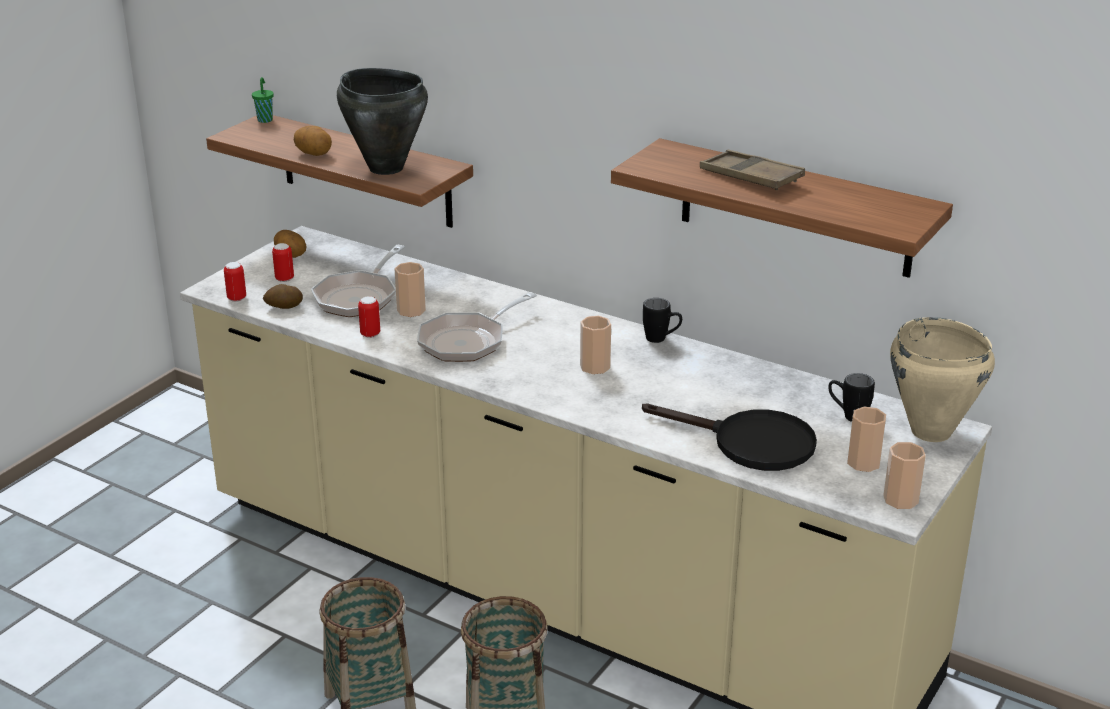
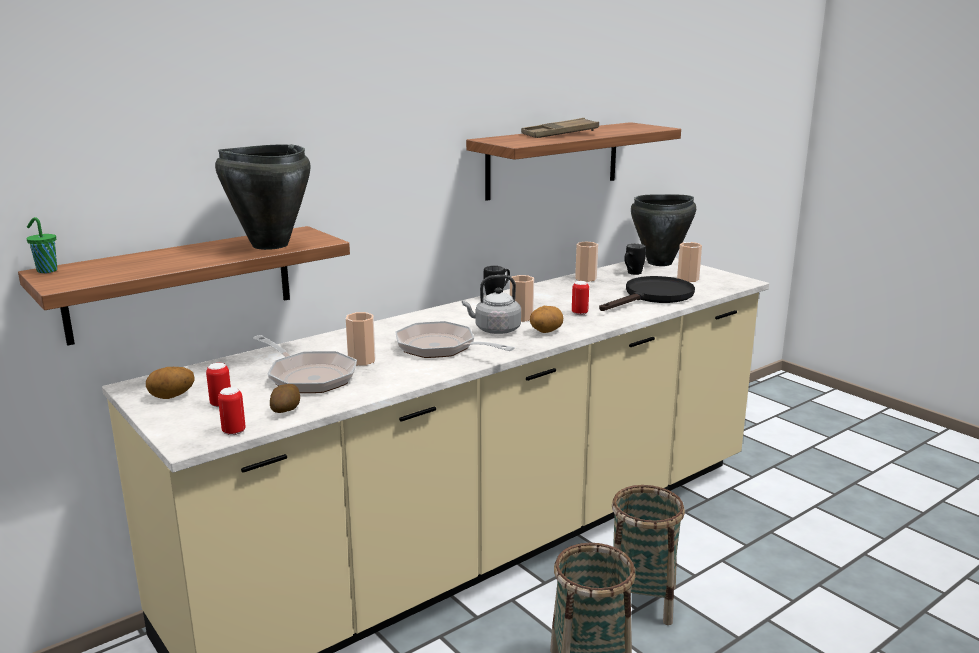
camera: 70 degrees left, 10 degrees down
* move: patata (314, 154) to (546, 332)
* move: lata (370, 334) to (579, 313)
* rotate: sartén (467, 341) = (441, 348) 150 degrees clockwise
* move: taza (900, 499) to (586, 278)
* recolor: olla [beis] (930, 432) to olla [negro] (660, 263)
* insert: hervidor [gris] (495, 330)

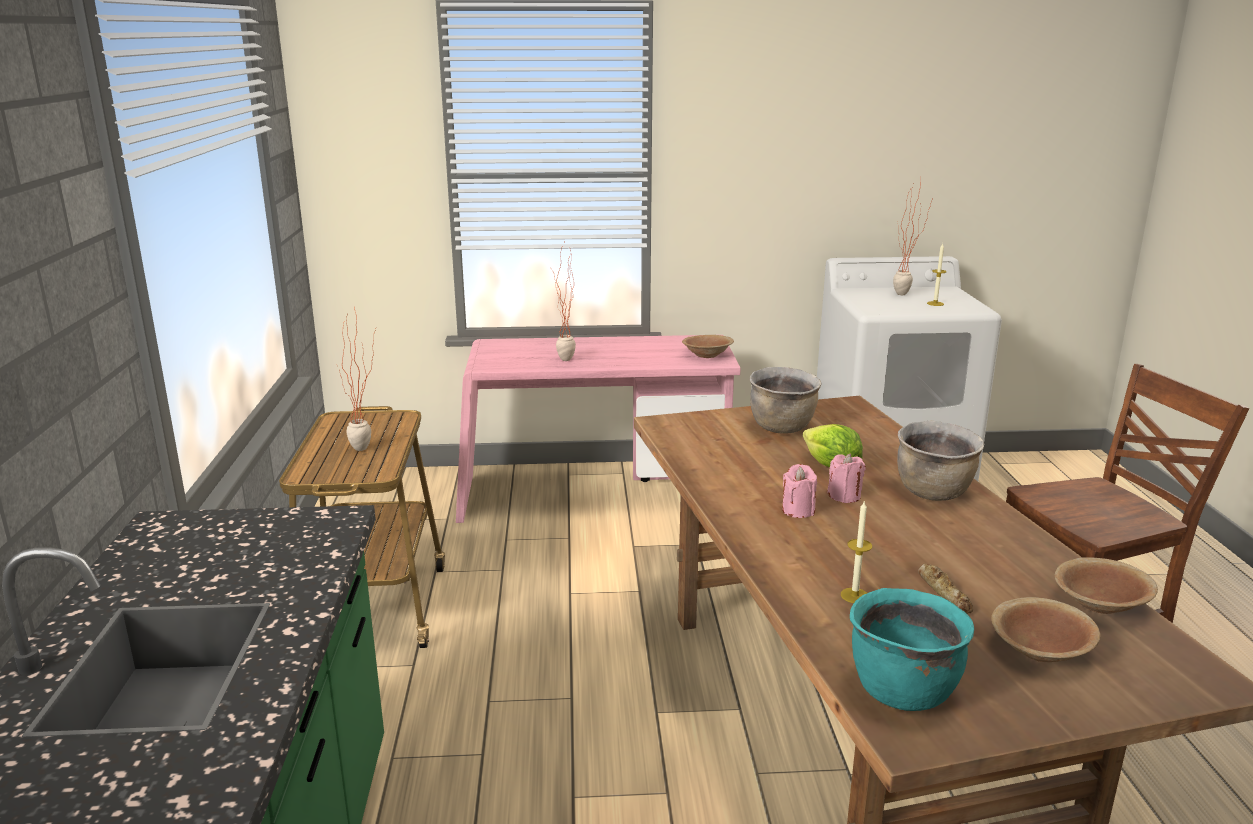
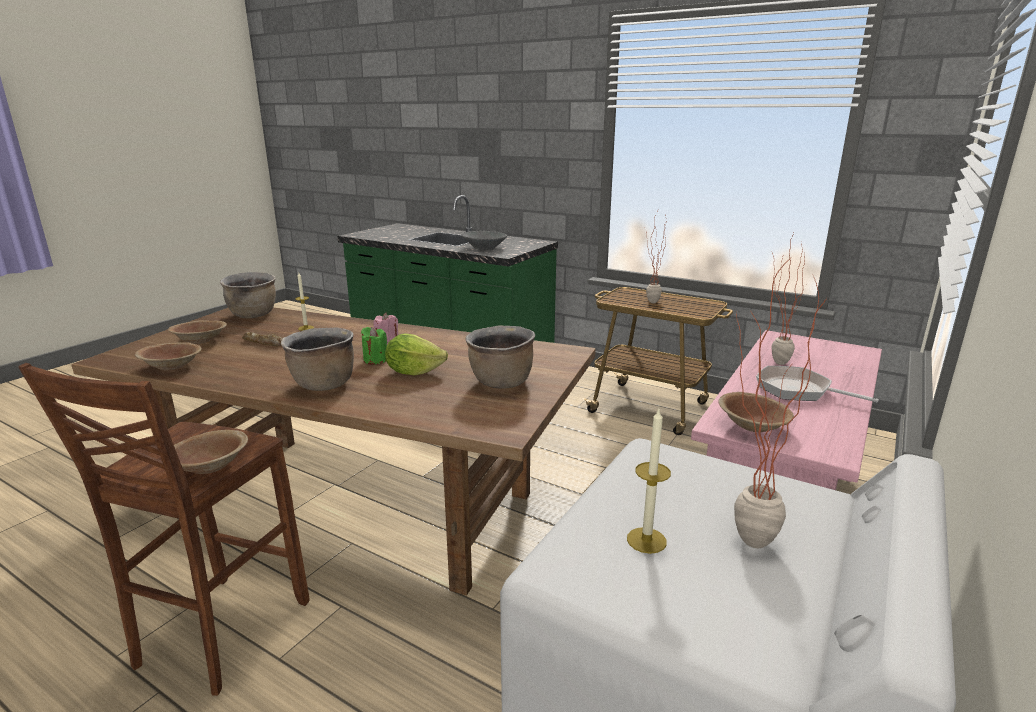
camera: 125 degrees right, 0 degrees up
* recolor: vela [rosa] (844, 496) to vela [verde] (375, 360)
* recolor: olla [turquesa] (902, 690) to olla [marrón] (254, 315)
* insert: cuenco [marrón] (210, 467)
* insert: cuenco [gris] (484, 248)
* insert: sartén (798, 390)

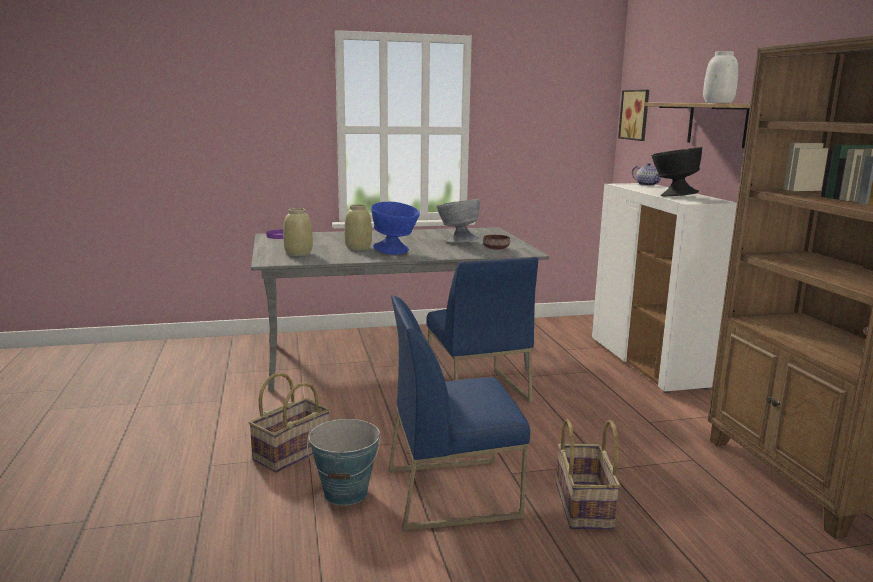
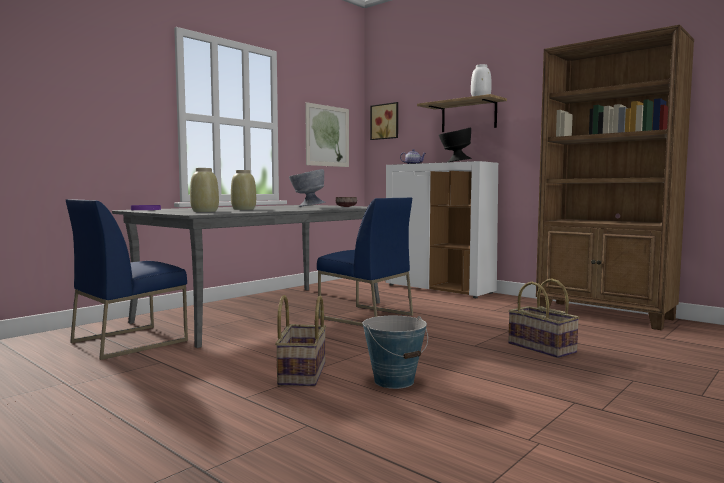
camera: 35 degrees left, 10 degrees down
* delete: cuenco [azul] (395, 252)
* move: silla [azul] (453, 492) to (130, 341)
* insert: cuadro (327, 136)

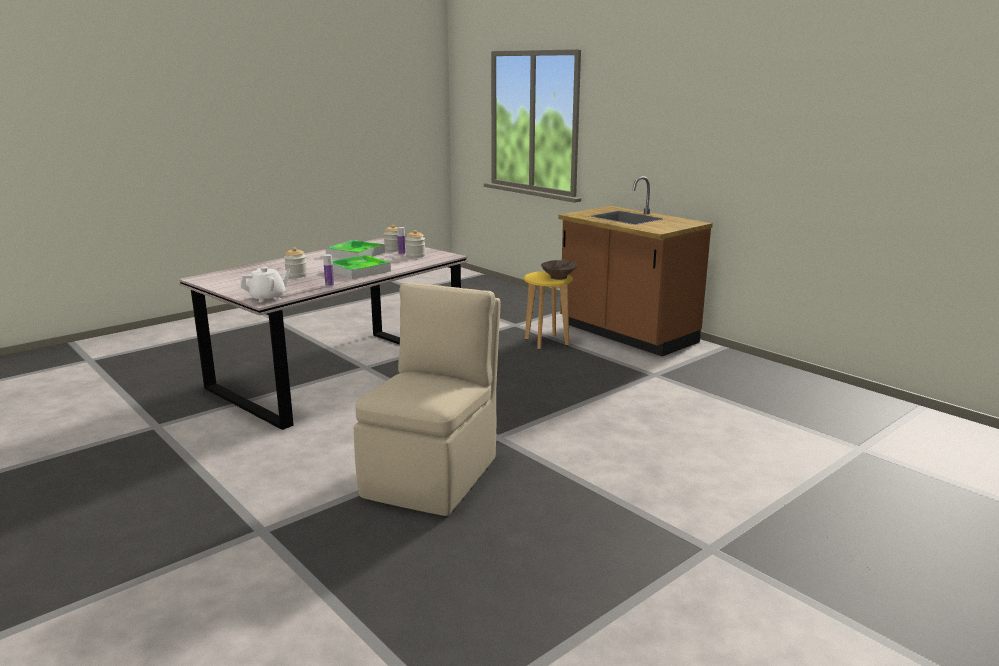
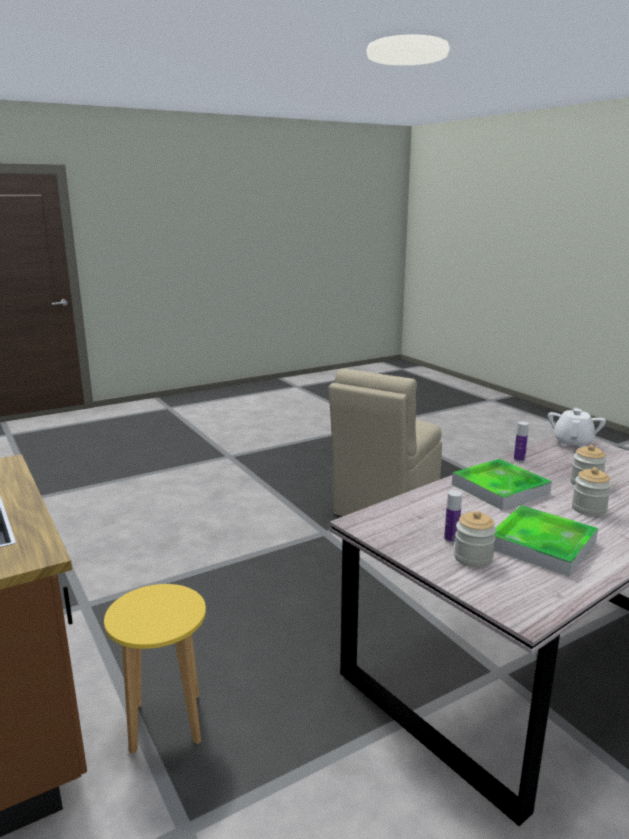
camera: 170 degrees left, 0 degrees up
* rotate: tetera [blanco] (267, 298) = (573, 443) 135 degrees clockwise
* move: tarro (415, 256) to (588, 509)
* delete: cuenco [marrón] (558, 277)

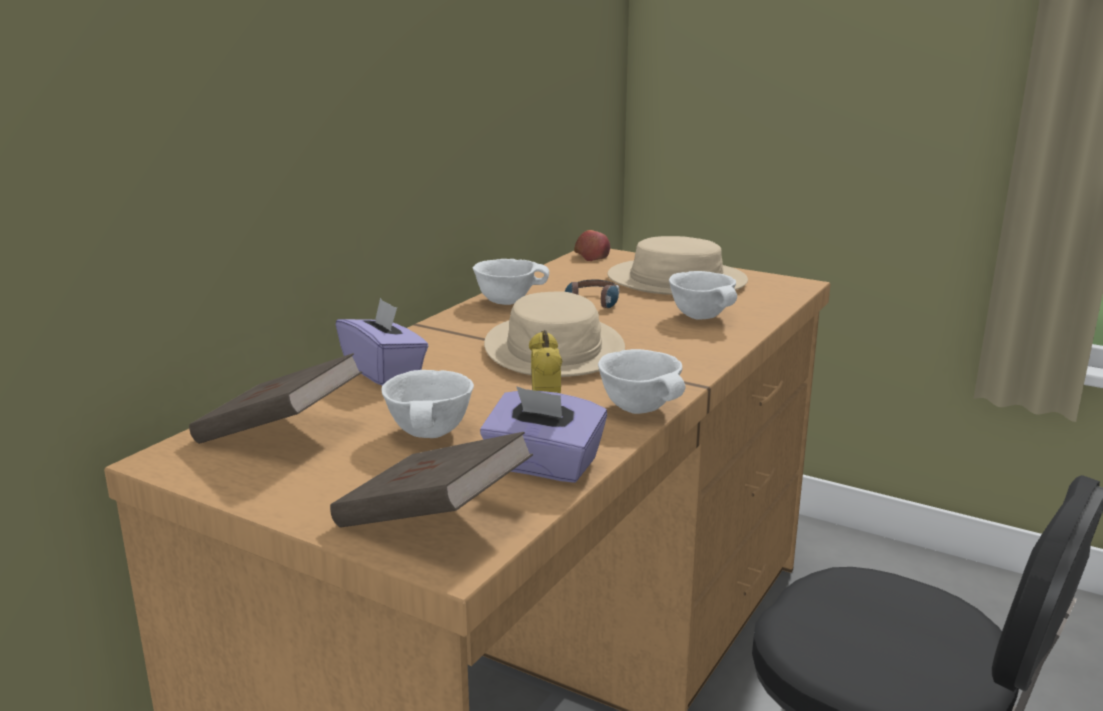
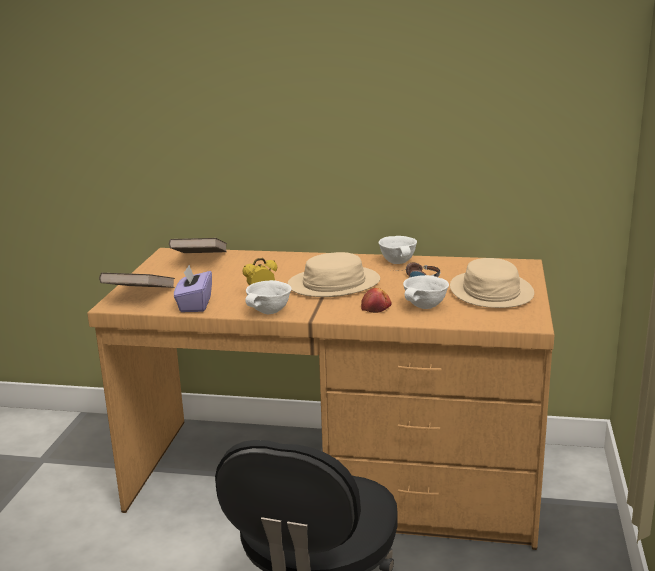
camera: 70 degrees right, 0 degrees up
* delete: caja de pañuelos [morado] (384, 371)
* delete: cuenco [blanco] (431, 433)
* move: manzana (591, 256) to (376, 308)

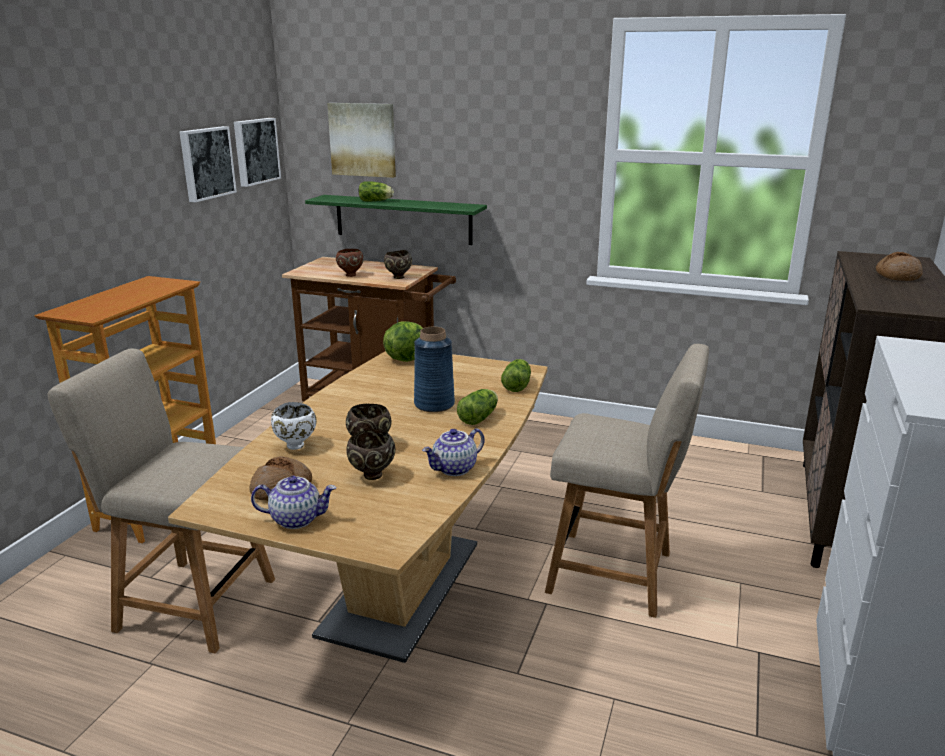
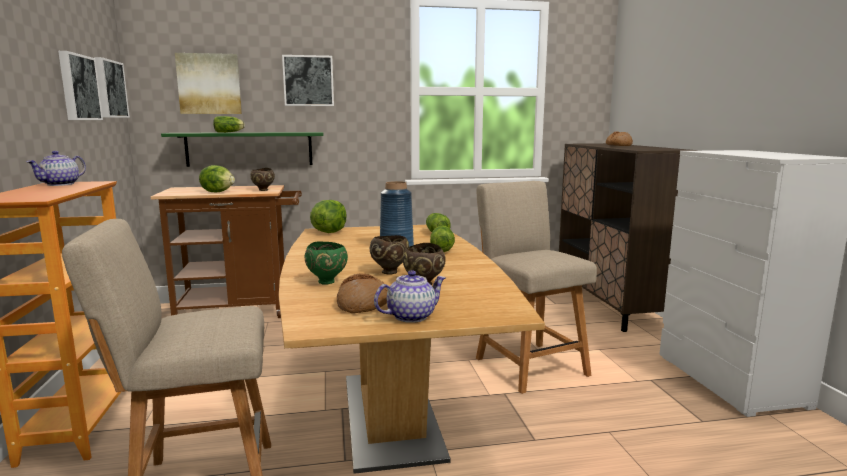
camera: 30 degrees left, 10 degrees down
* recolor: cuenco [blanco] (296, 446) to cuenco [verde] (327, 282)
* replace: cuenco [marrón] (350, 275) to lechuga (218, 192)
* move: tetera (454, 469) to (60, 184)
* rotate: silla [beis] (617, 574) = (528, 364) 105 degrees counterclockwise
* insert: cuadro (308, 81)

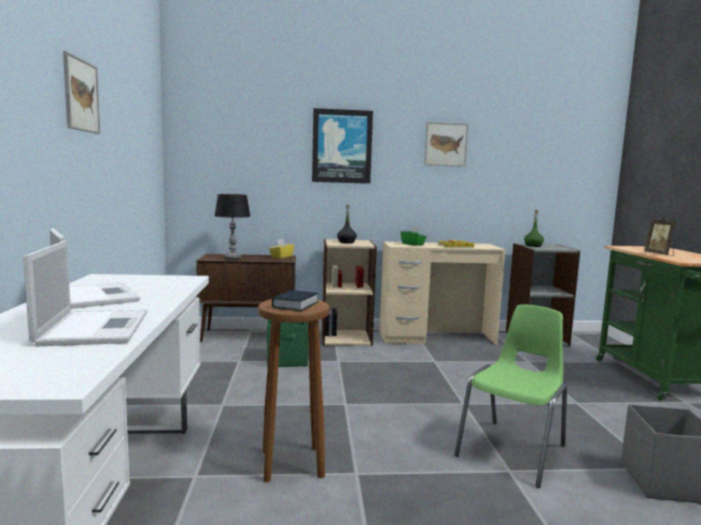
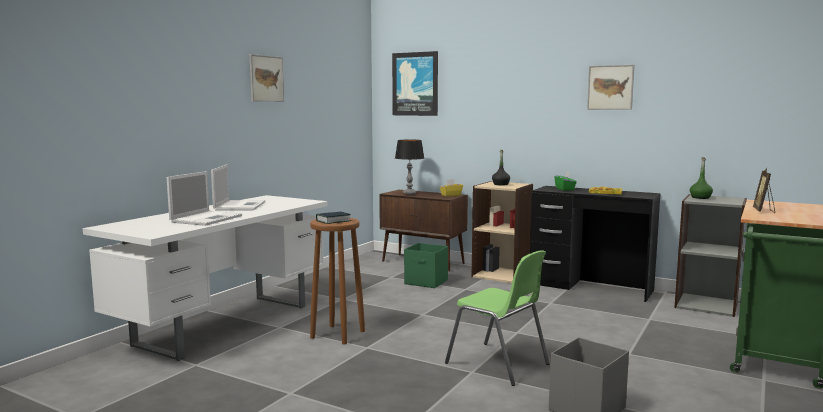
camera: 35 degrees right, 0 degrees up
* move: cuadro (342, 146) to (415, 84)
* recolor: escritorio [beis] (436, 337) to escritorio [negro] (590, 287)
* rotate: silla [verde] (513, 451) = (498, 364) 60 degrees clockwise

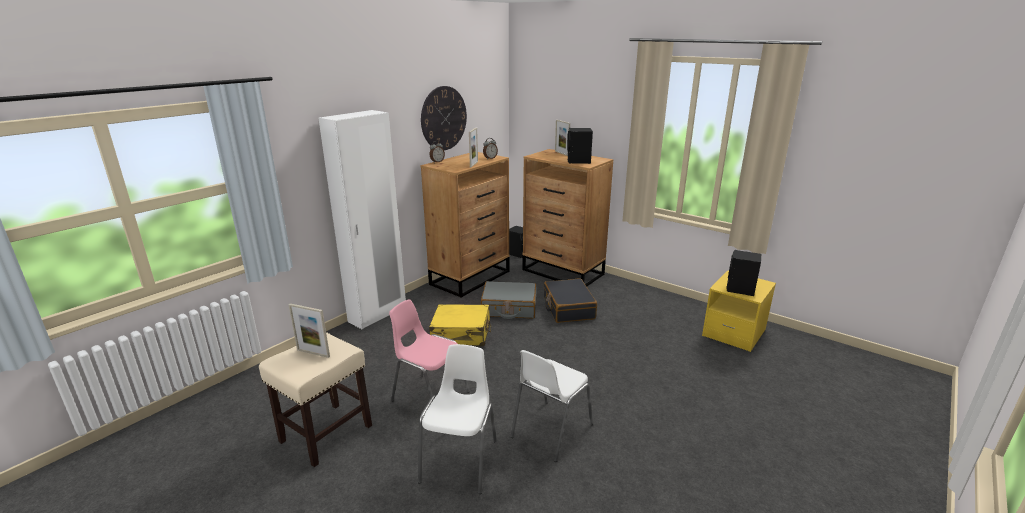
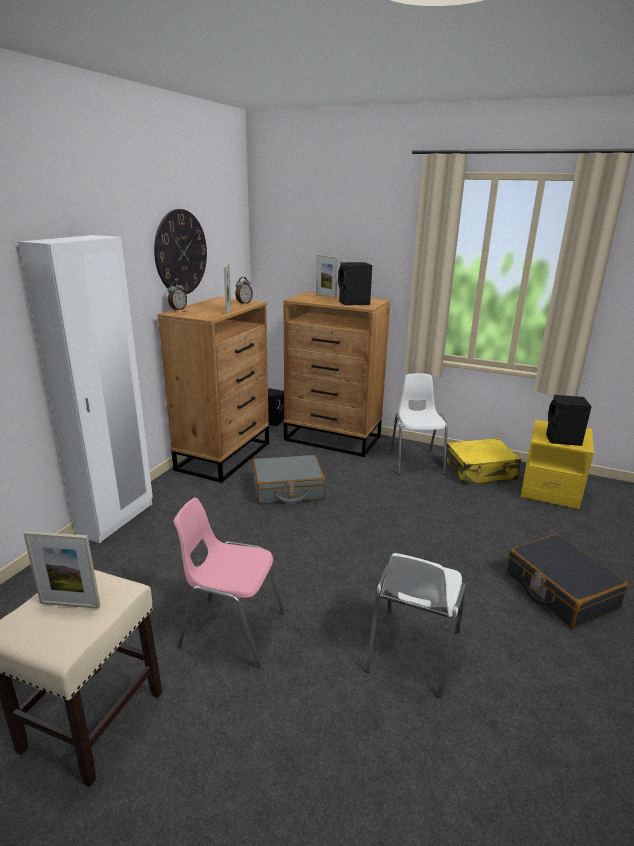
camera: 15 degrees left, 0 degrees up
* move: silla [blanco] (461, 460) to (416, 461)
* move: maleta [amarillo] (461, 334) to (480, 471)
* move: maleta [negro] (568, 308) to (560, 590)

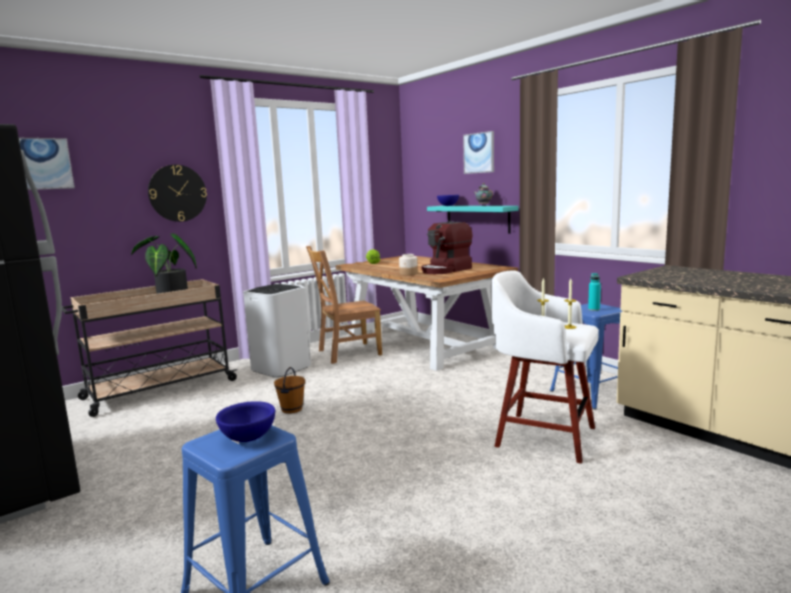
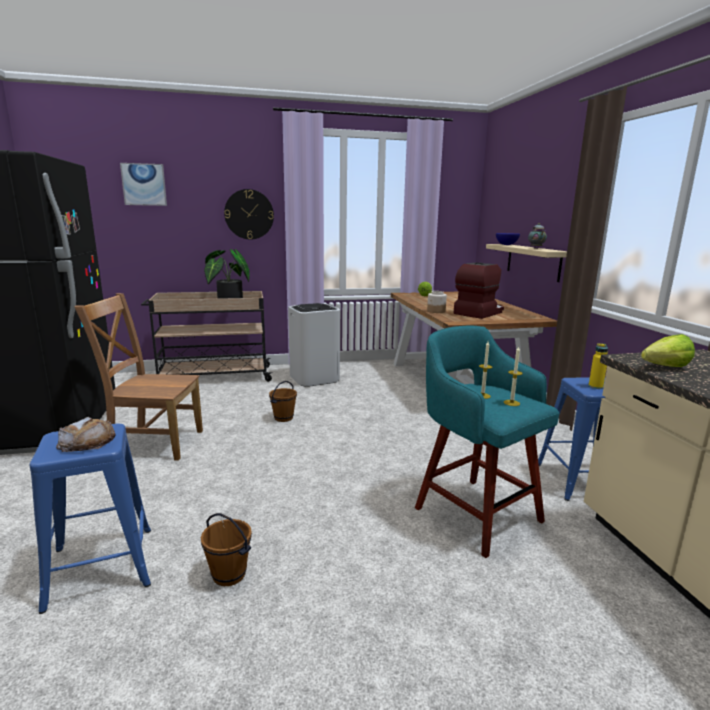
camera: 25 degrees right, 5 degrees up
* replace: cuenco [azul] (247, 438) to pan (87, 441)
* move: silla [marrón] (346, 353) to (153, 443)
* rotate: cafetera (446, 270) = (478, 313) 150 degrees clockwise
* recolor: estante [turquesa] (477, 218) to estante [beis] (533, 261)
* delete: cuadro (479, 153)
* recolor: taburete [blanco] (542, 436) to taburete [turquesa] (475, 512)
* recolor: botella [turquesa] (594, 309) to botella [amarillo] (595, 386)
* insert: cubo [marrón] (228, 575)
* insert: lechuga (660, 367)

